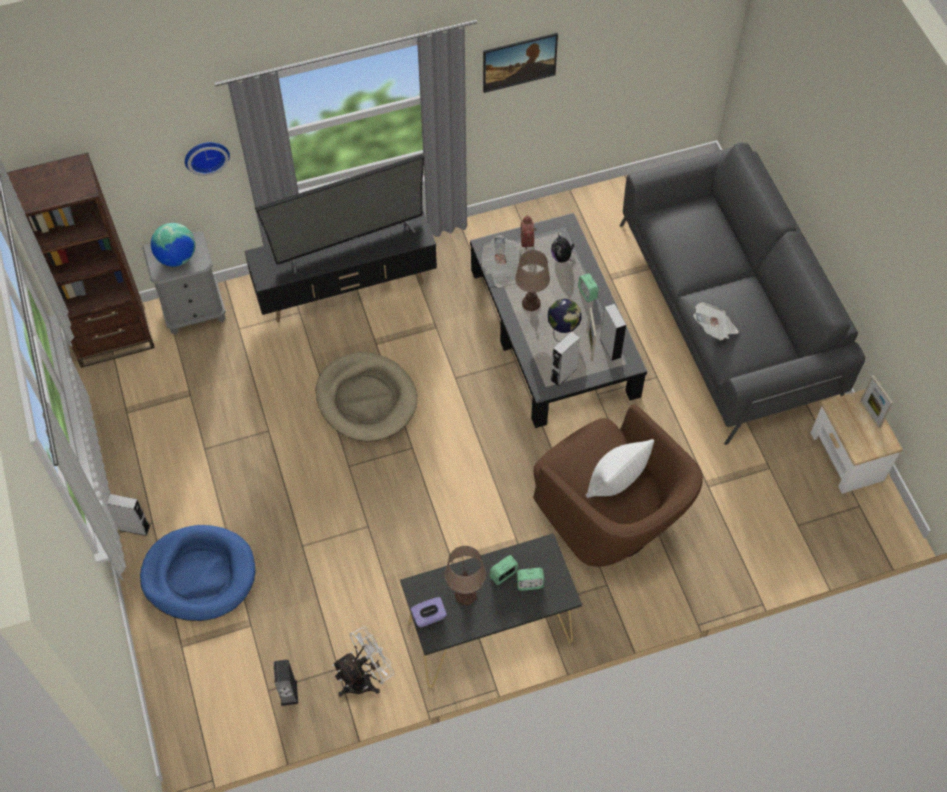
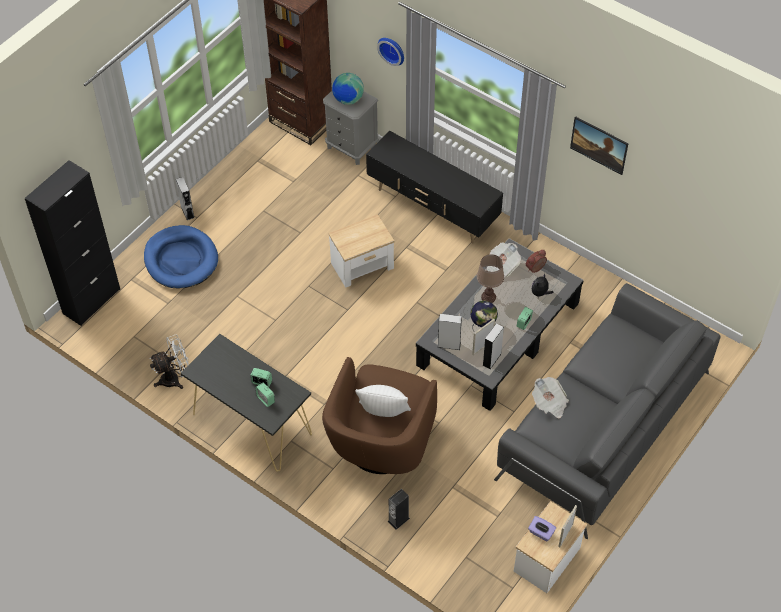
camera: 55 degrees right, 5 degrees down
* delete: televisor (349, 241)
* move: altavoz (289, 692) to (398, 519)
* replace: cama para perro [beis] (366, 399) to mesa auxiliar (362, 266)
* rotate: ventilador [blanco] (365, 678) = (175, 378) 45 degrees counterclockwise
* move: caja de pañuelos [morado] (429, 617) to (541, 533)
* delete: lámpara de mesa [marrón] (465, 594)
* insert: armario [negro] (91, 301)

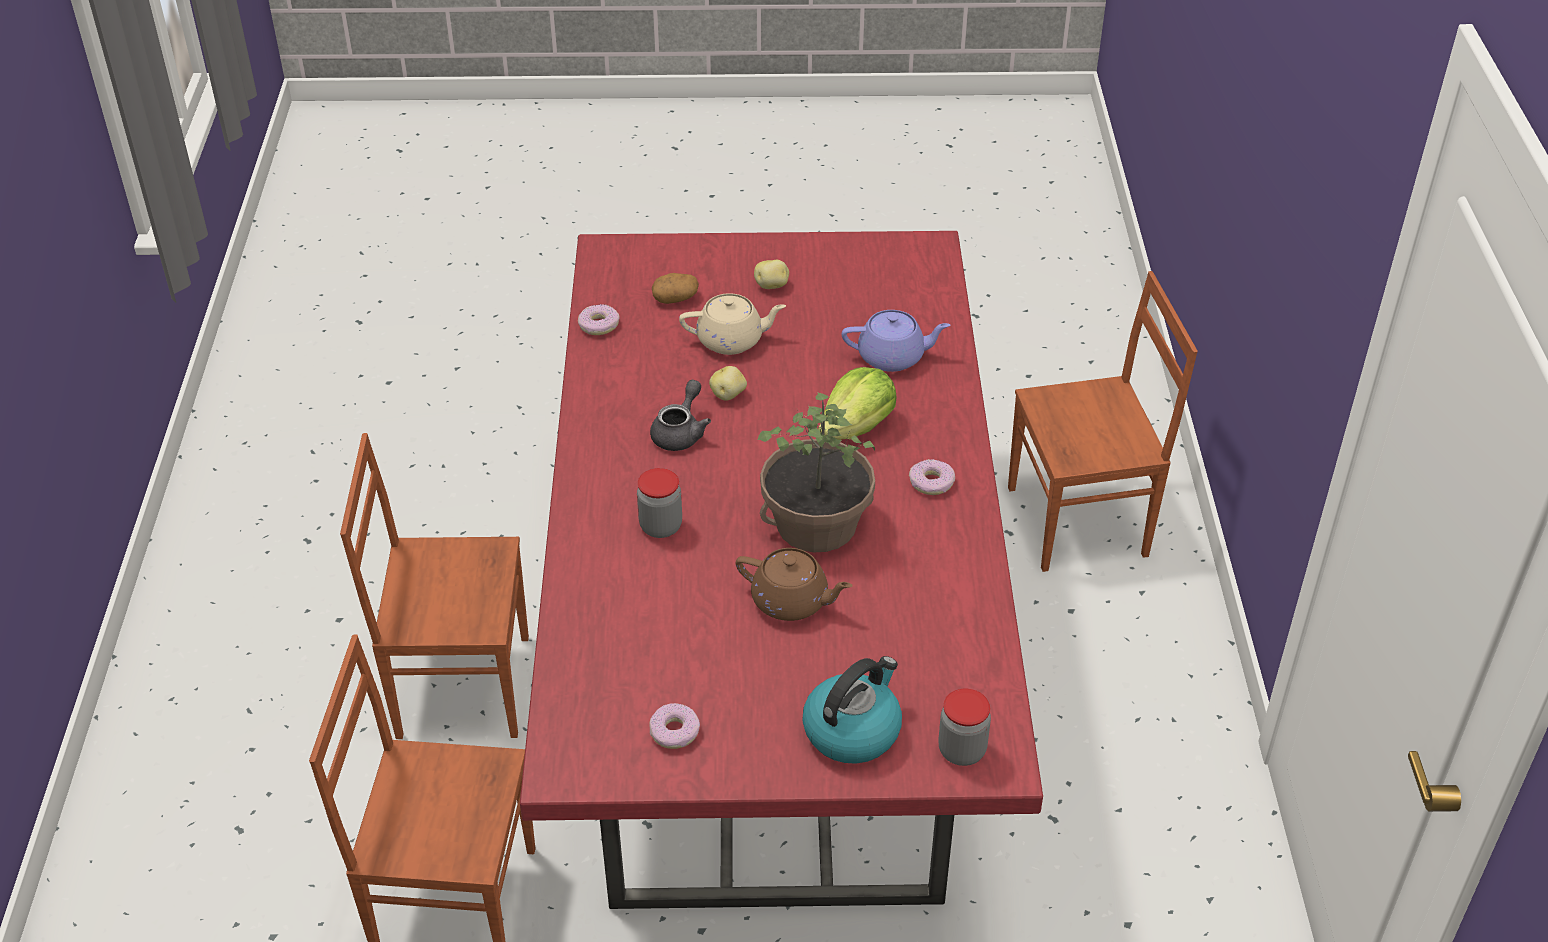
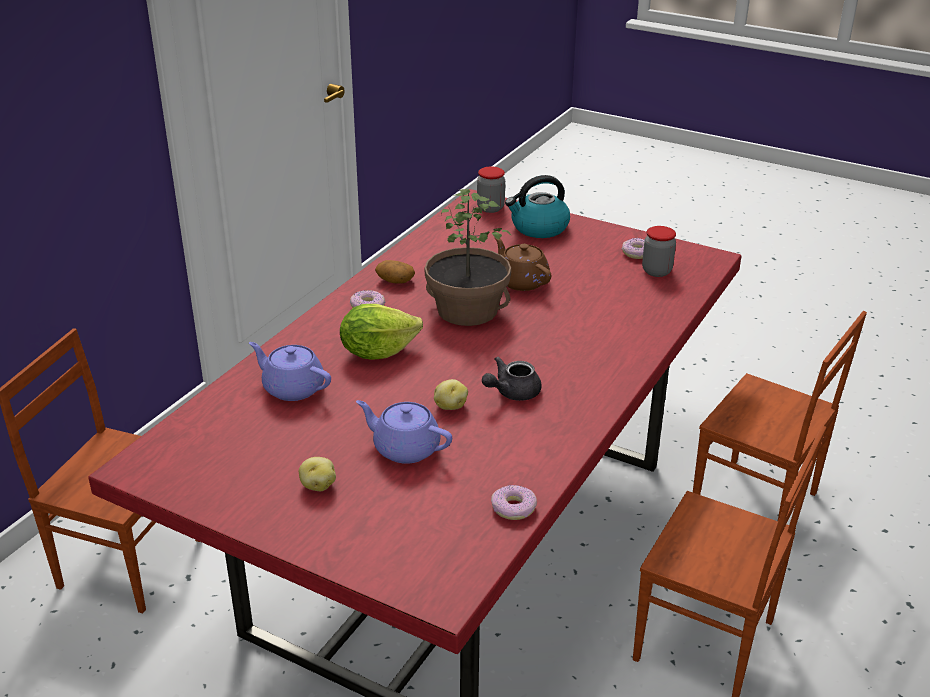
camera: 150 degrees left, 10 degrees down
* move: tarro (661, 526) to (656, 271)
* move: patata (675, 298) to (395, 281)
* recolor: tetera [beis] (732, 340) to tetera [morado] (405, 448)

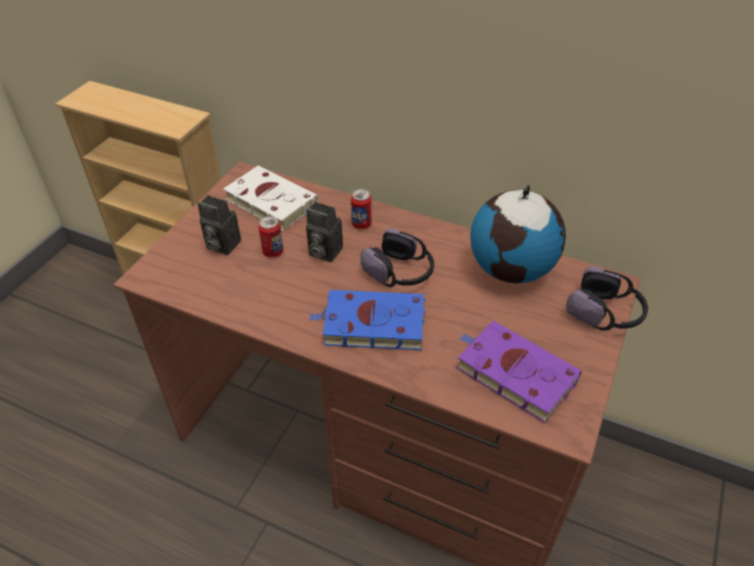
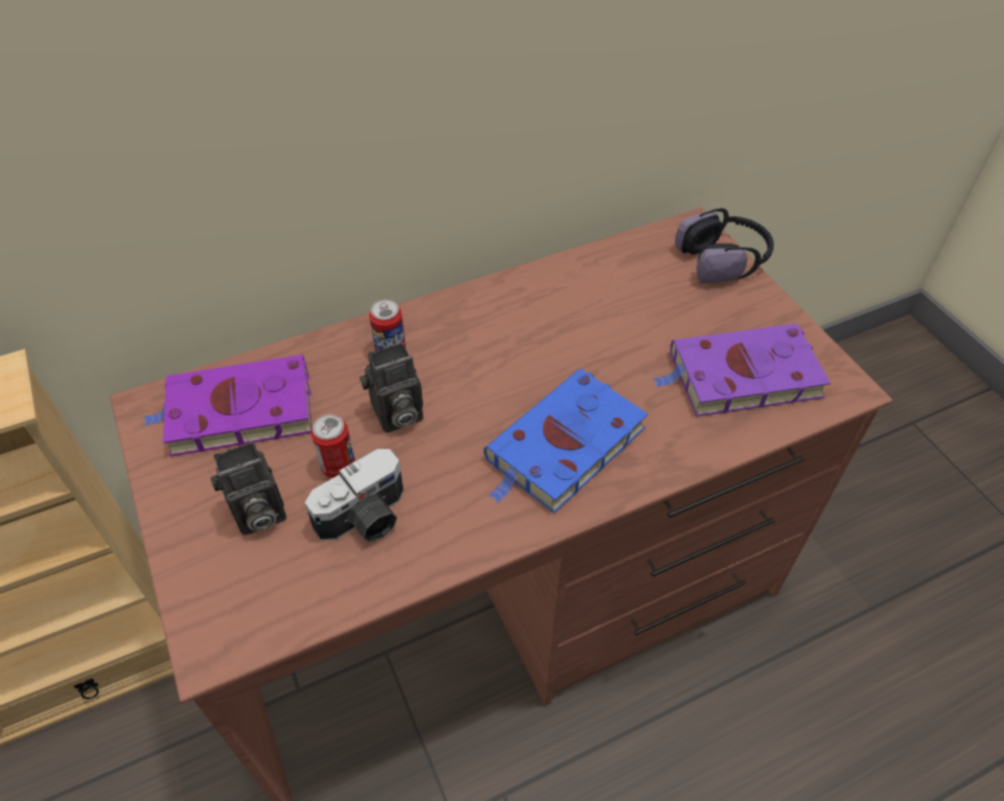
camera: 50 degrees left, 5 degrees up
* recolor: libro [blanco] (269, 201) to libro [morado] (236, 412)
* delete: auriculares (400, 272)
* delete: globo terráqueo (511, 269)
* insert: cámara (366, 519)

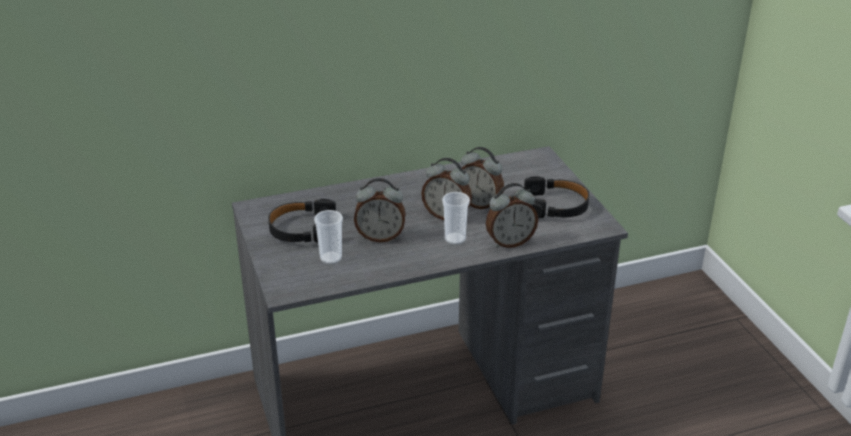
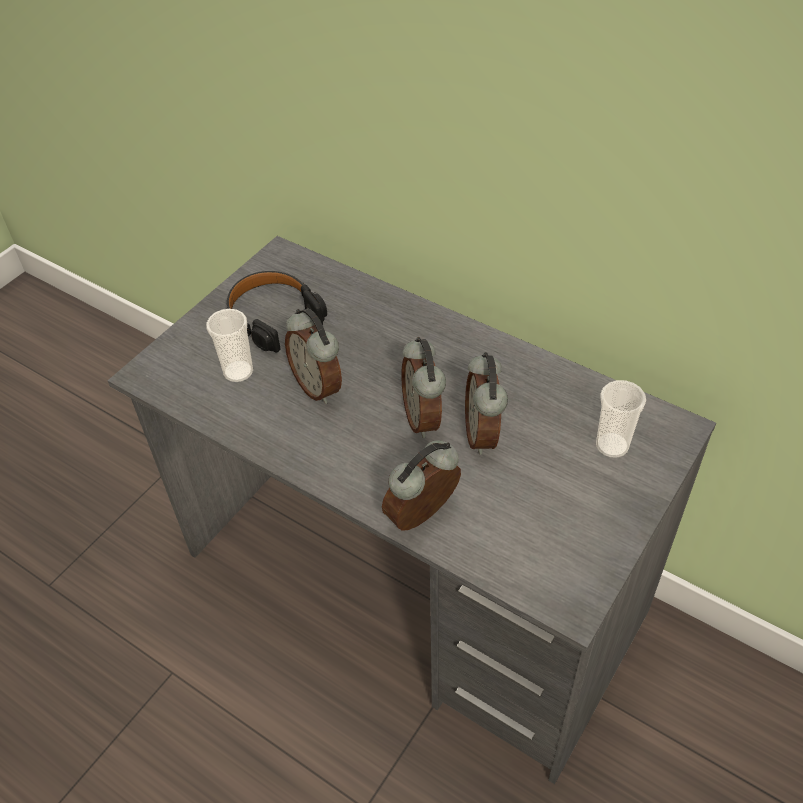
camera: 55 degrees right, 15 degrees up
* move: taza (455, 239) to (612, 445)
* rotate: despertador (510, 242) = (424, 517) 105 degrees clockwise
* delete: auriculares [negro] (555, 206)

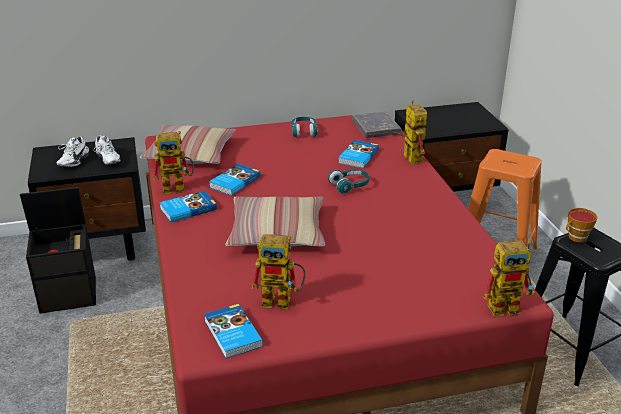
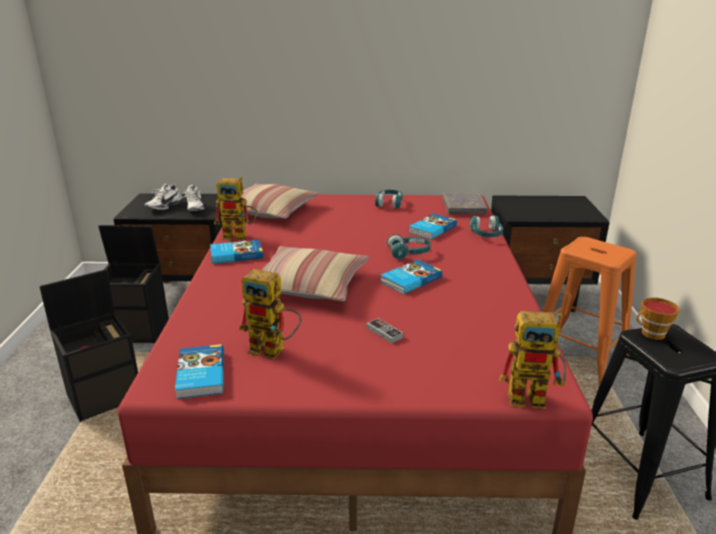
camera: 15 degrees right, 5 degrees down
* move: libro (234, 182) to (410, 279)
* replace: robot de juguete (409, 156) to auriculares [turquesa] (486, 234)
* insert: caja de almacenaje [negro] (106, 395)
* insert: mando de consola (384, 332)

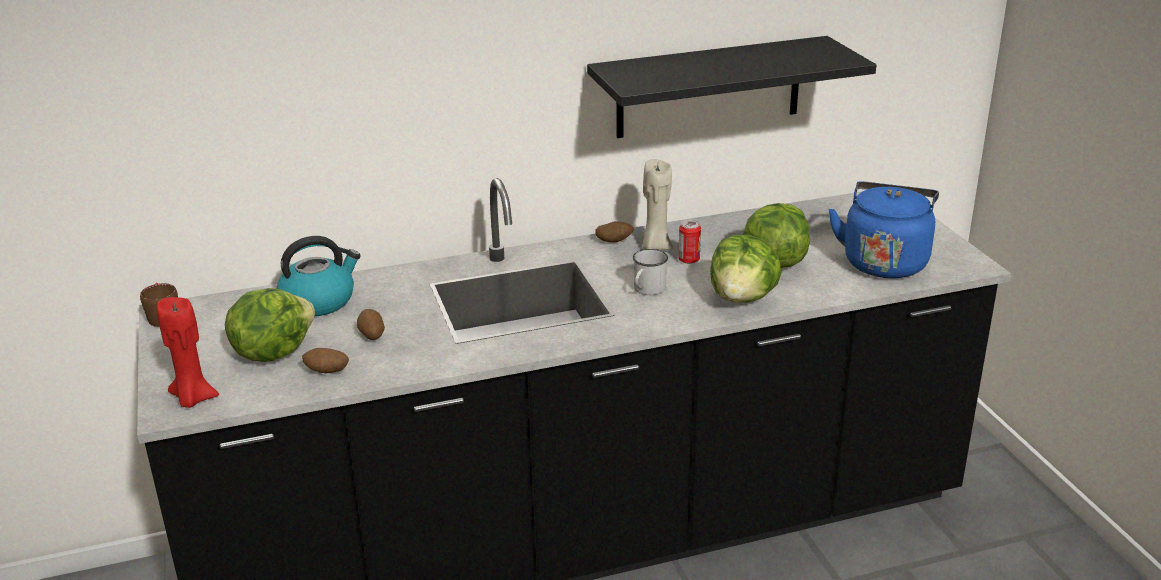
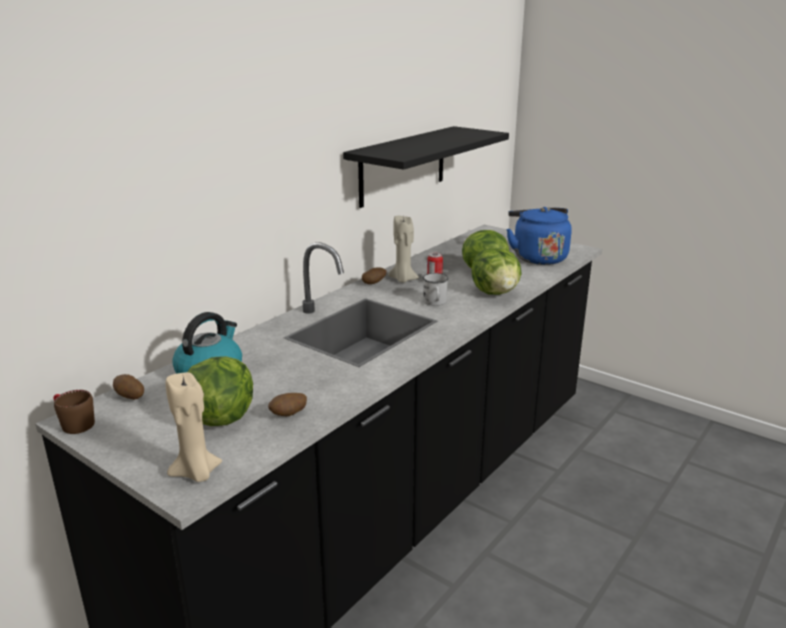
camera: 35 degrees left, 5 degrees down
* recolor: vela [rojo] (193, 399) to vela [beis] (196, 473)
* move: patata (371, 335) to (130, 397)

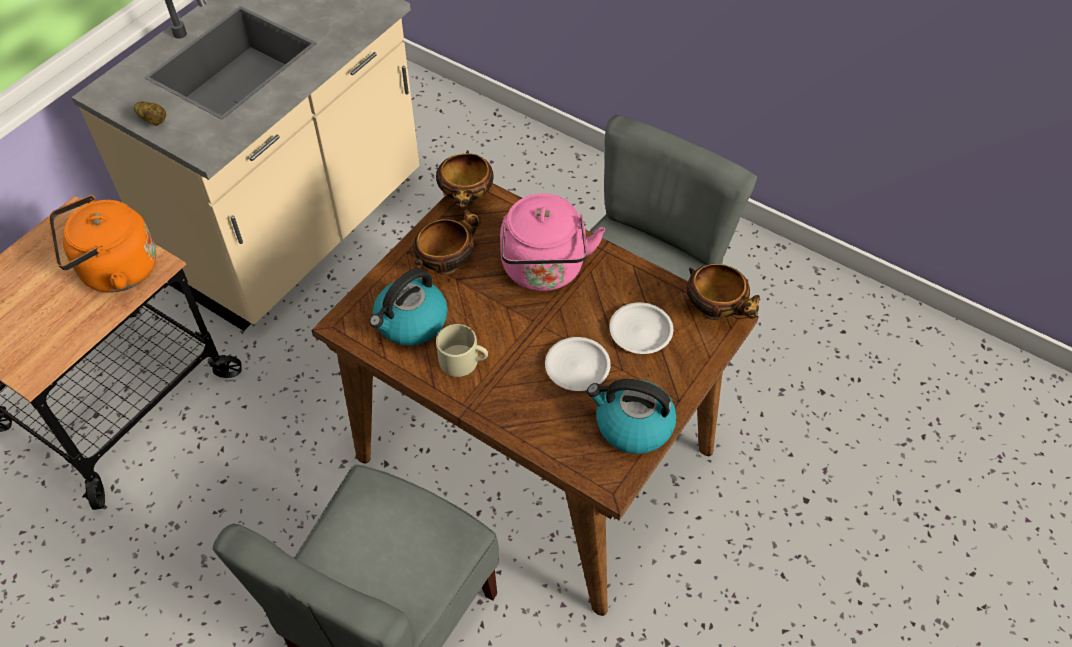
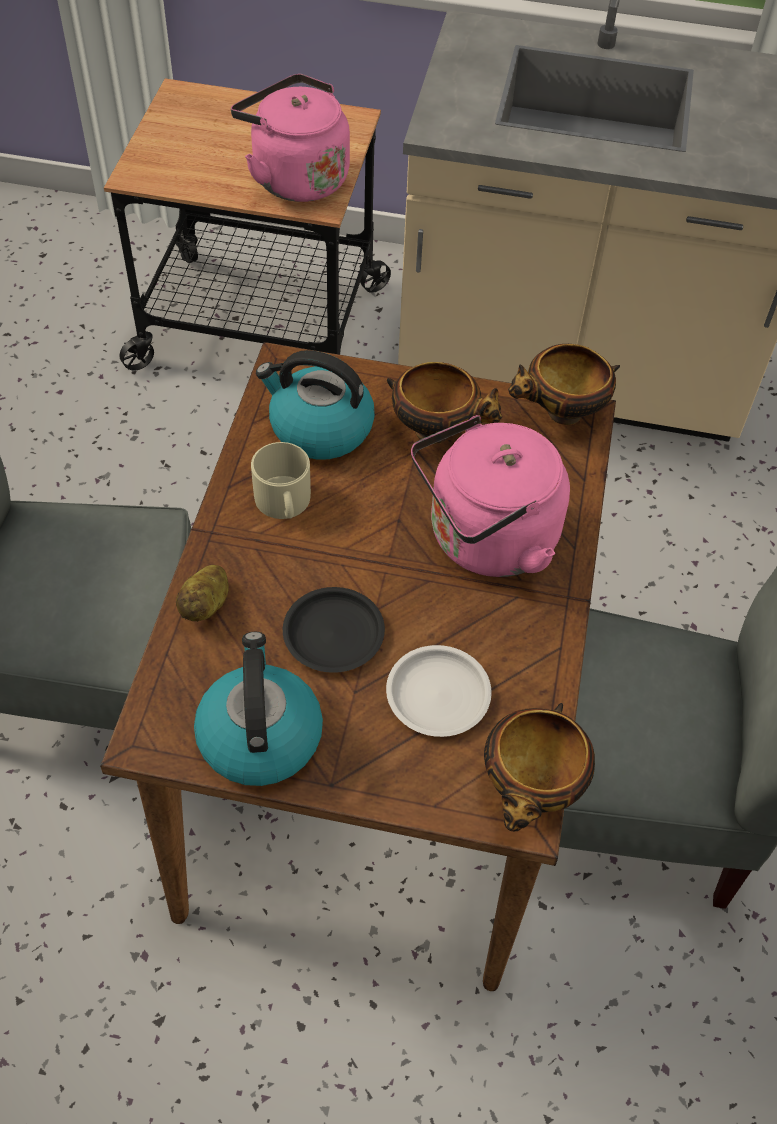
camera: 65 degrees right, 0 degrees up
* recolor: hervidor [naranja] (114, 271) to hervidor [rosa] (295, 178)
* move: patata (153, 120) to (206, 605)
* recolor: plato [blanco] (577, 366) to plato [negro] (334, 634)

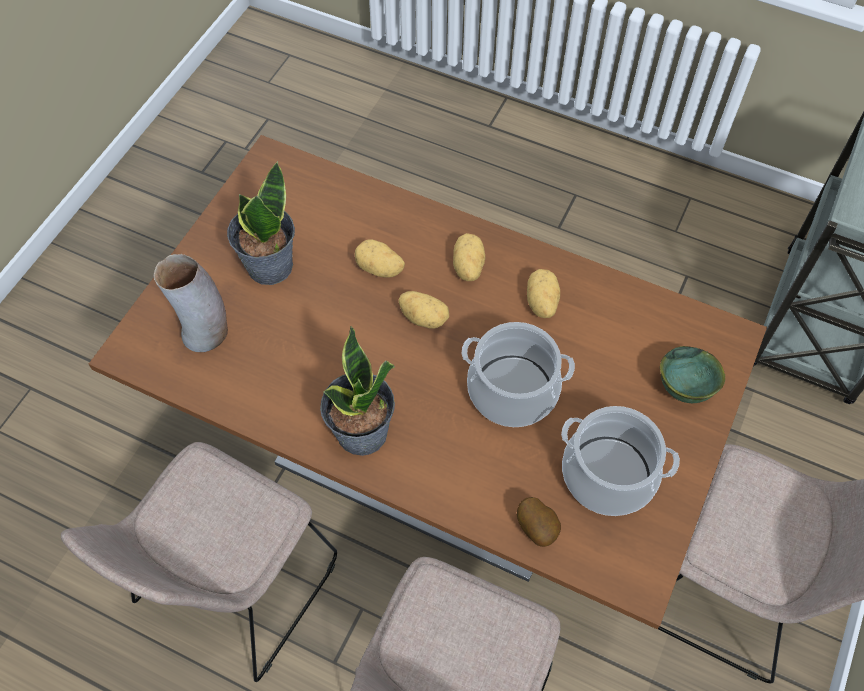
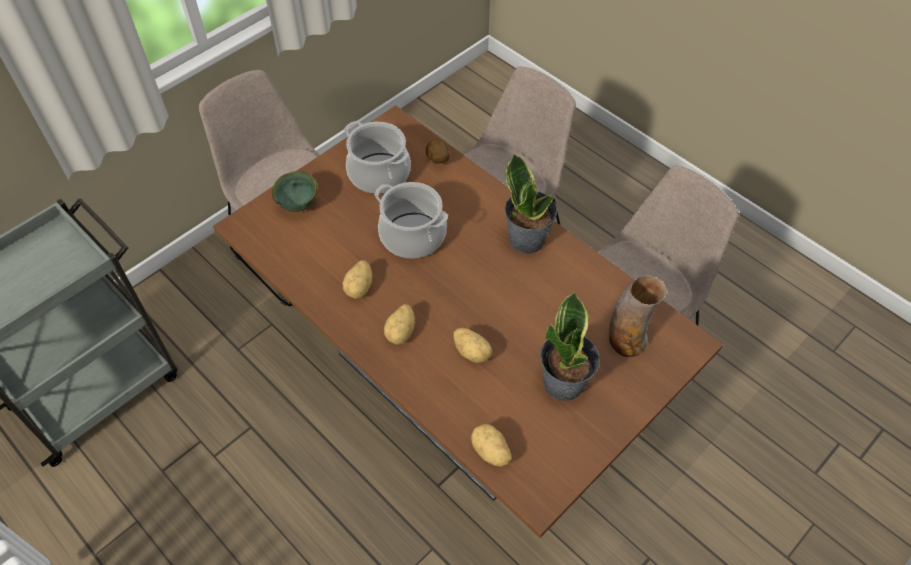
camera: 160 degrees left, 5 degrees down
* move: patata (424, 317) to (490, 452)

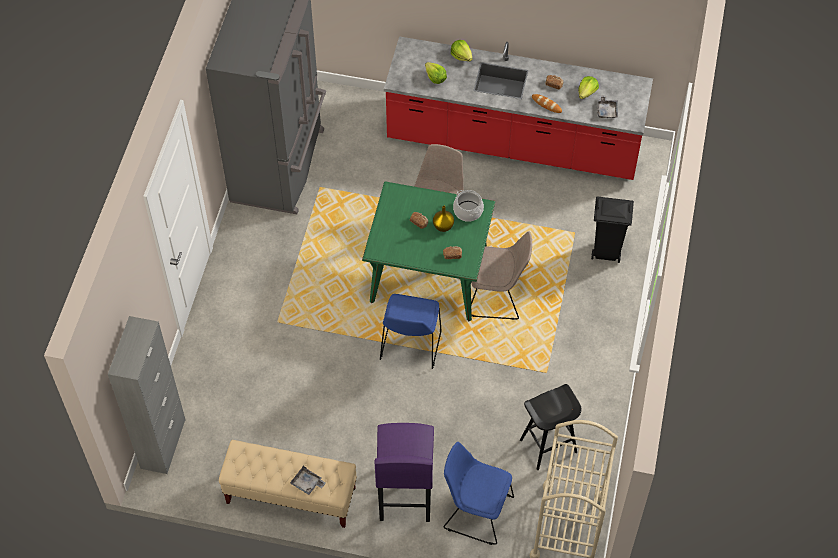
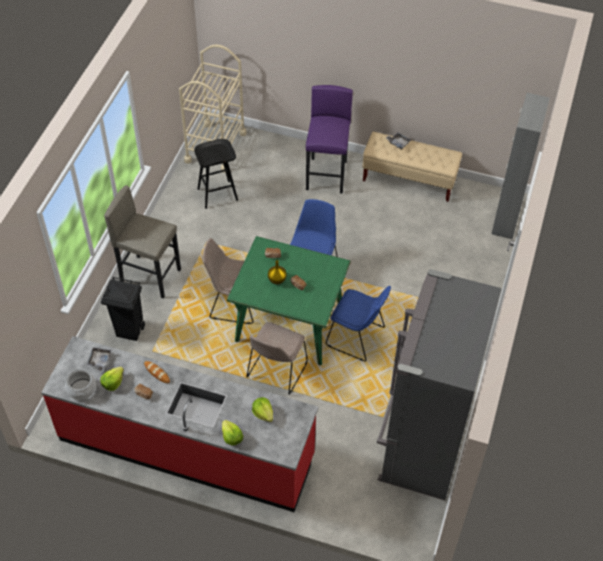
camera: 175 degrees left, 5 degrees down
* move: silla [azul] (475, 511) to (357, 337)
* move: olla (468, 211) to (82, 389)
* insert: taburete [gris] (150, 276)

